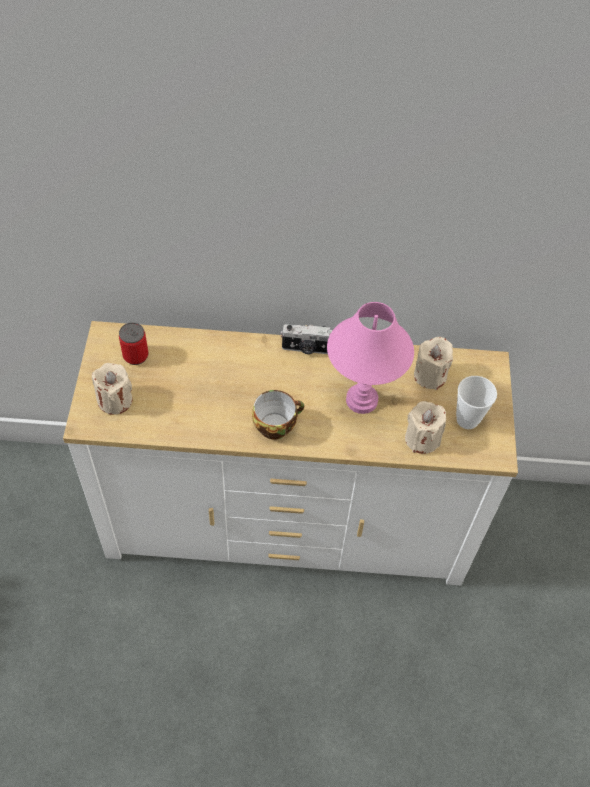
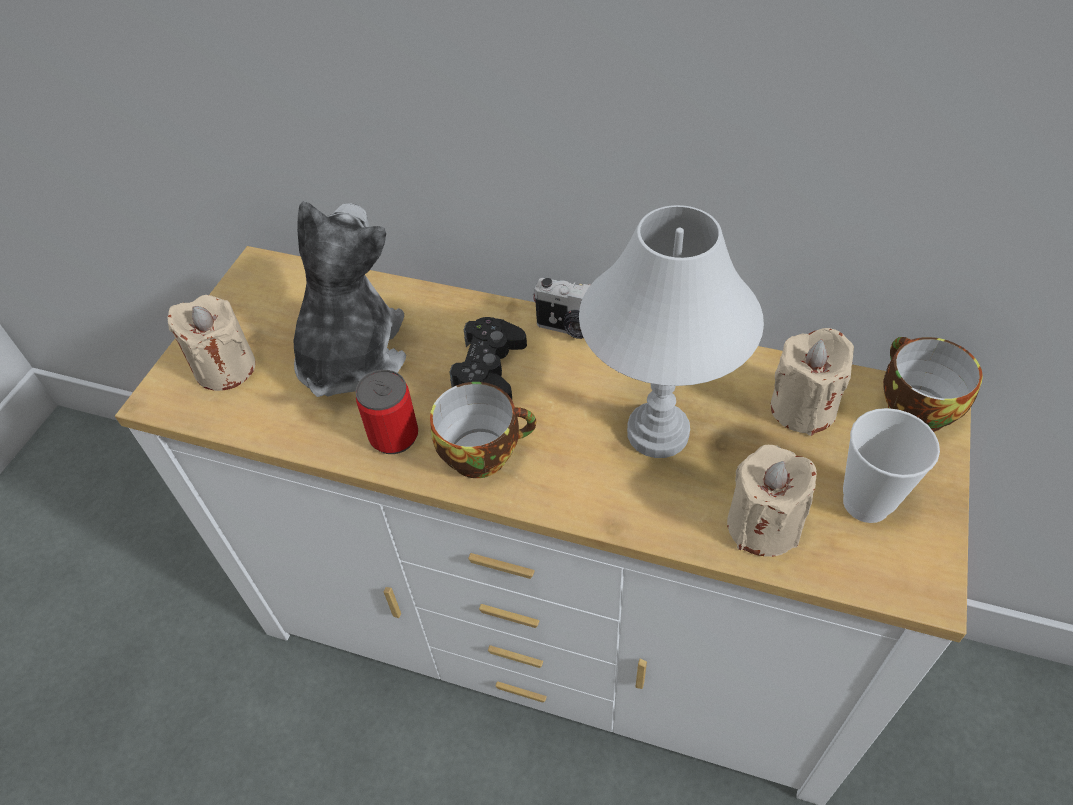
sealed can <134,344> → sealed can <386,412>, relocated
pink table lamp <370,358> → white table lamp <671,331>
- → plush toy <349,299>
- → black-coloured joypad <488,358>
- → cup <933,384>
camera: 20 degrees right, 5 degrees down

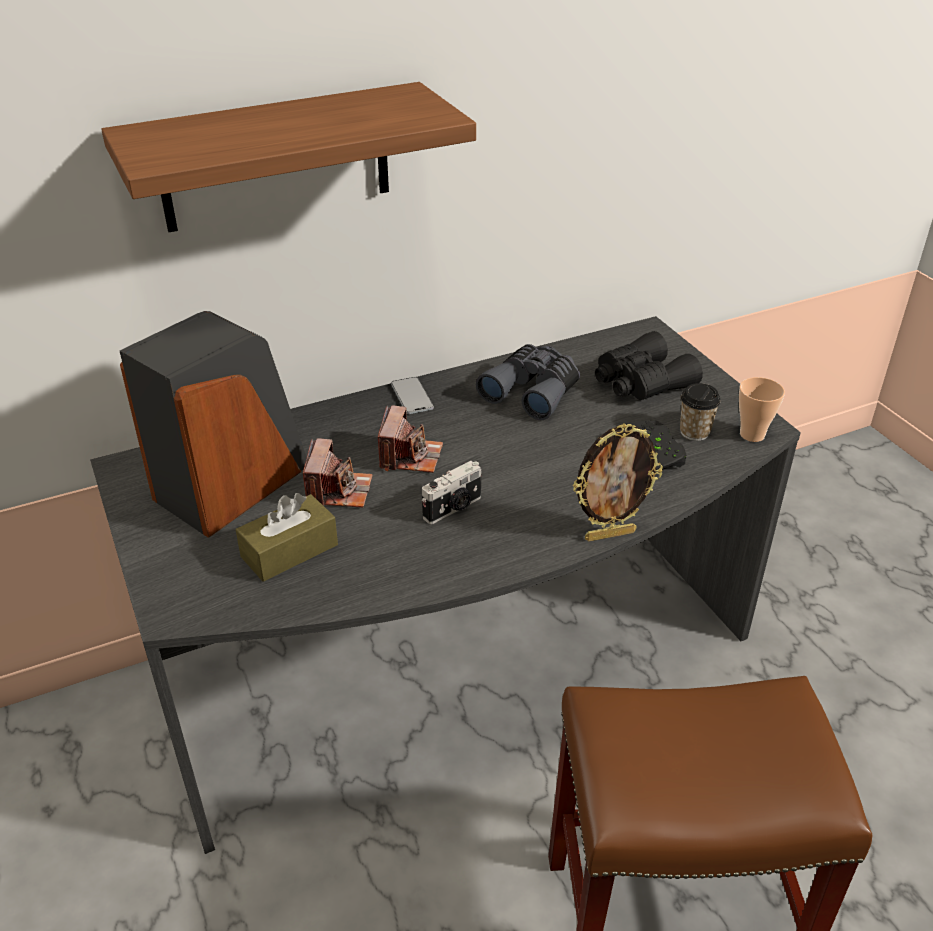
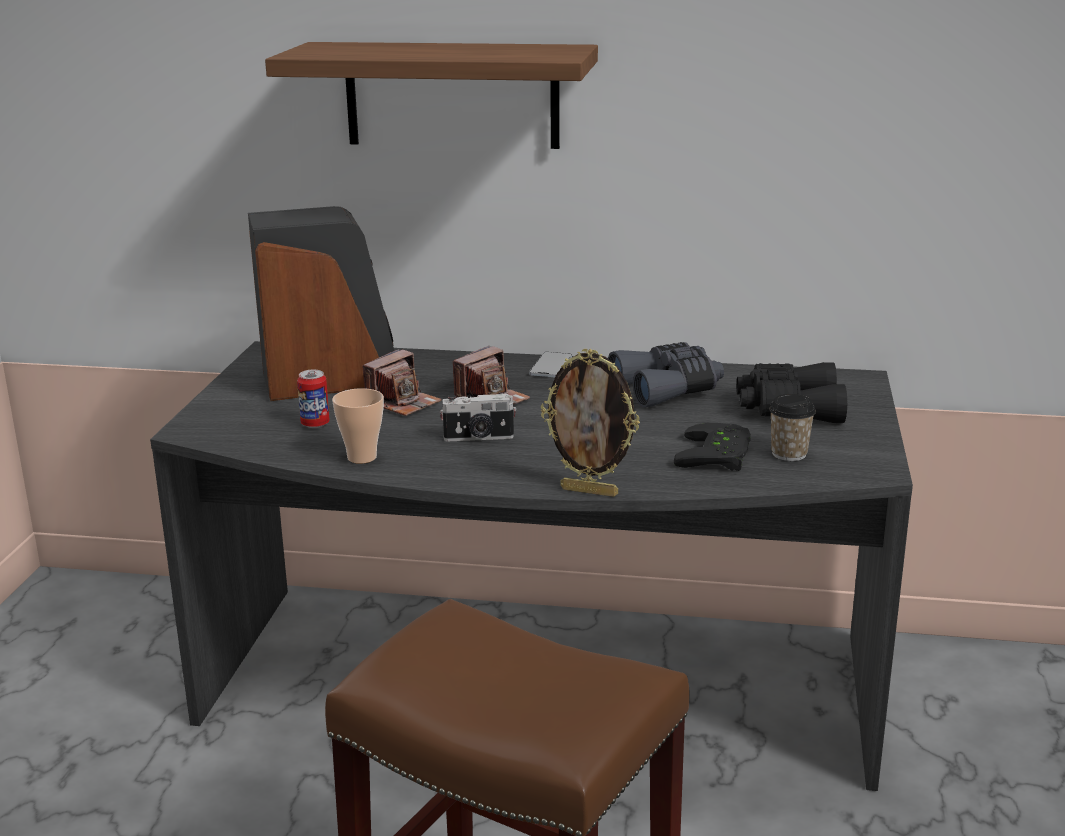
brownish tissue holder <287,537> → sealed can <313,399>
cup <762,409> → cup <358,426>, relocated
camera: 35 degrees right, 15 degrees down

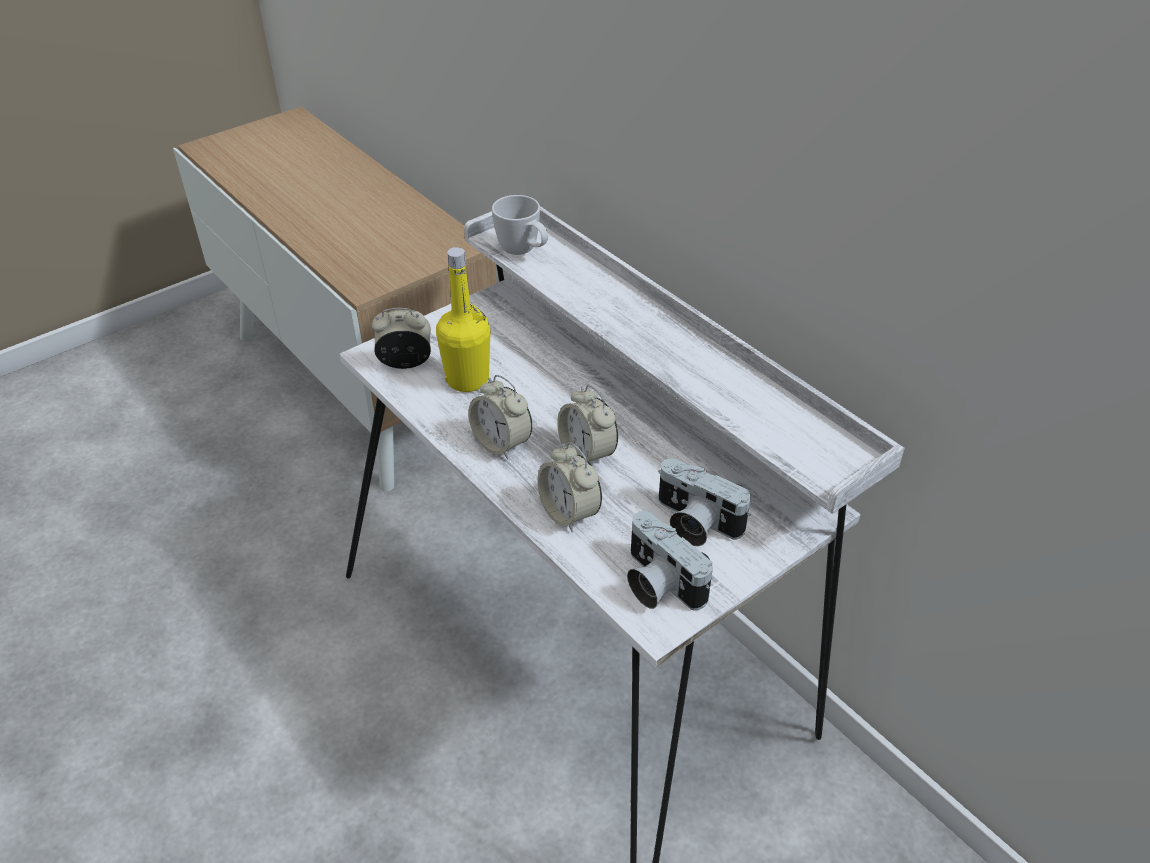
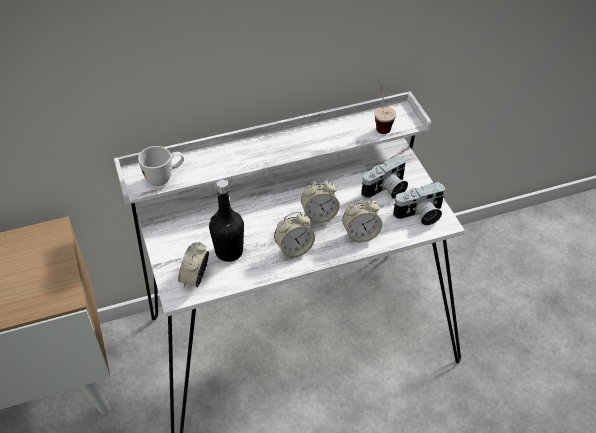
yellowish bottle <463,319> → black-coloured bottle <226,221>
- → cup <385,109>
camera: 70 degrees left, 5 degrees up

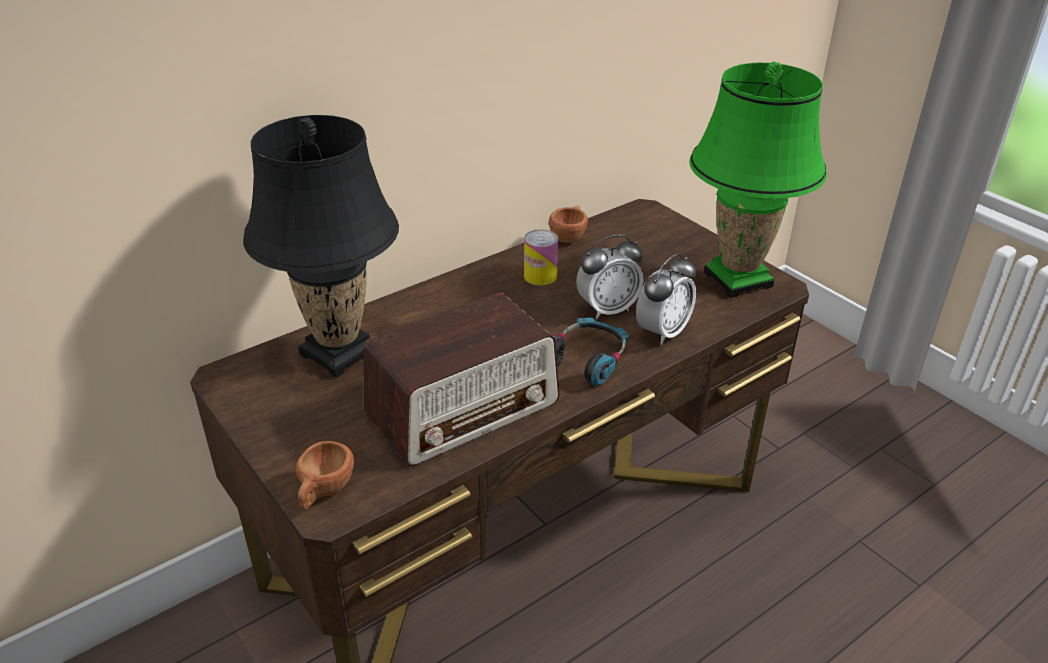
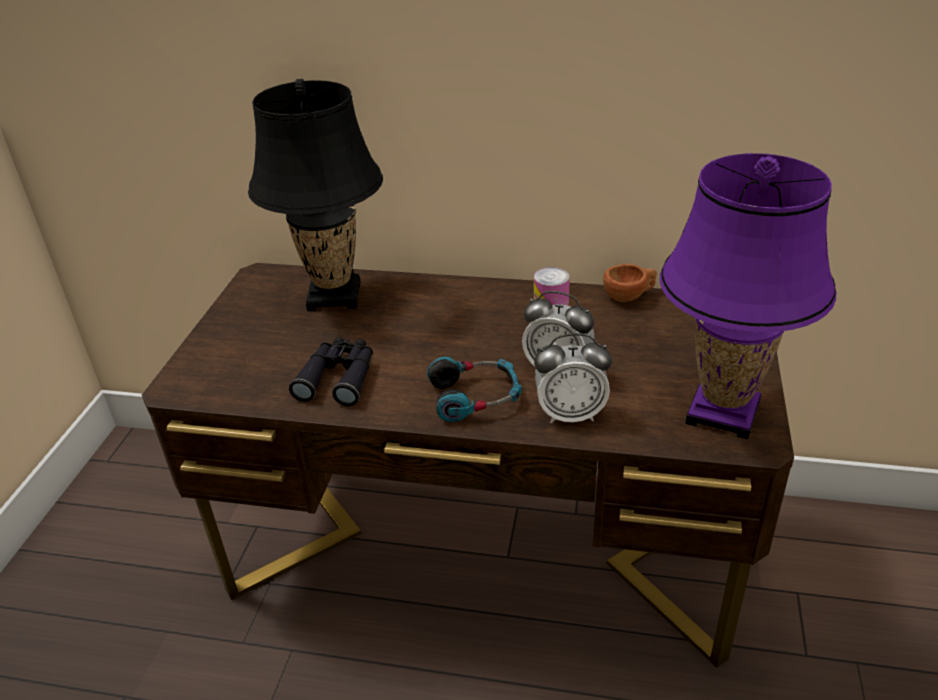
brownish cup <325,475> → -
radio receiver <461,379> → black-coloured binoculars <331,371>
green-coloured table lamp <758,180> → purple-coloured table lamp <748,296>
camera: 50 degrees right, 0 degrees up

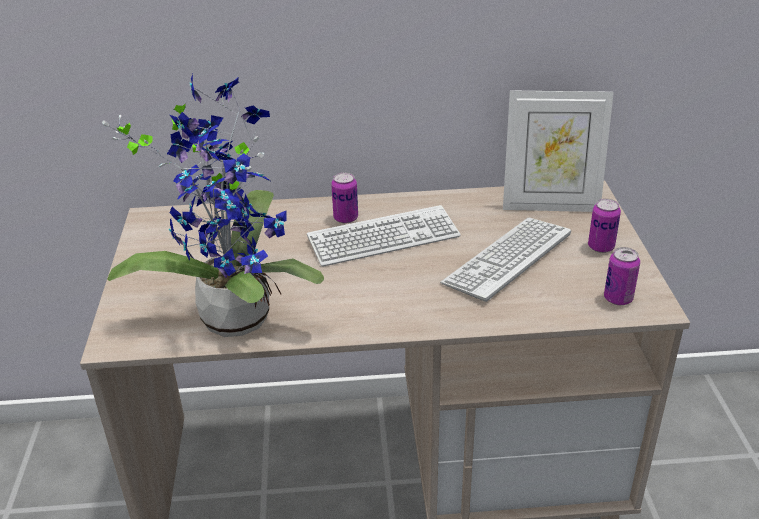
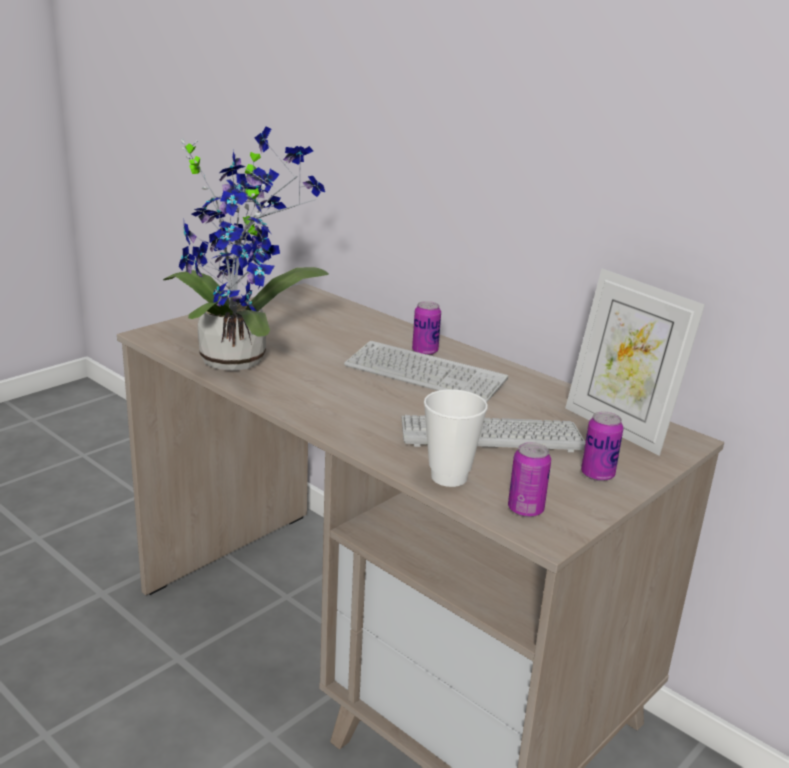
- → cup <456,438>
camera: 45 degrees right, 10 degrees down

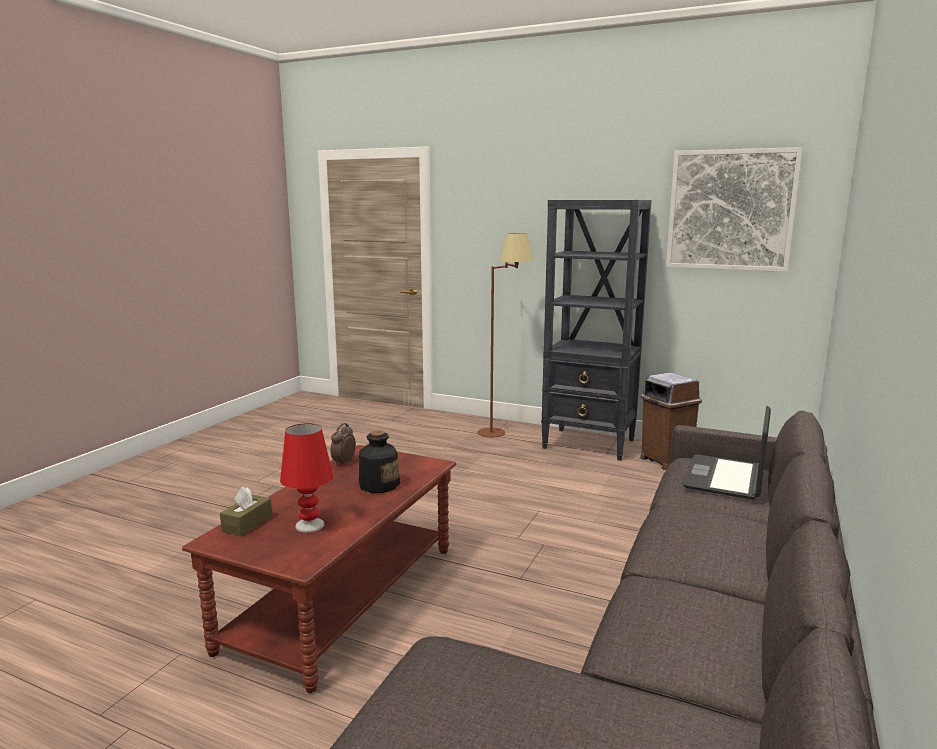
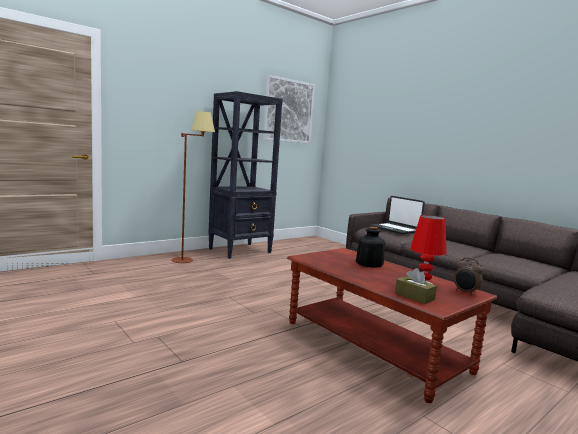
bedside clock <343,444> → bedside clock <468,276>, relocated
brownish waste bin <671,421> → -
camera: 65 degrees left, 5 degrees down

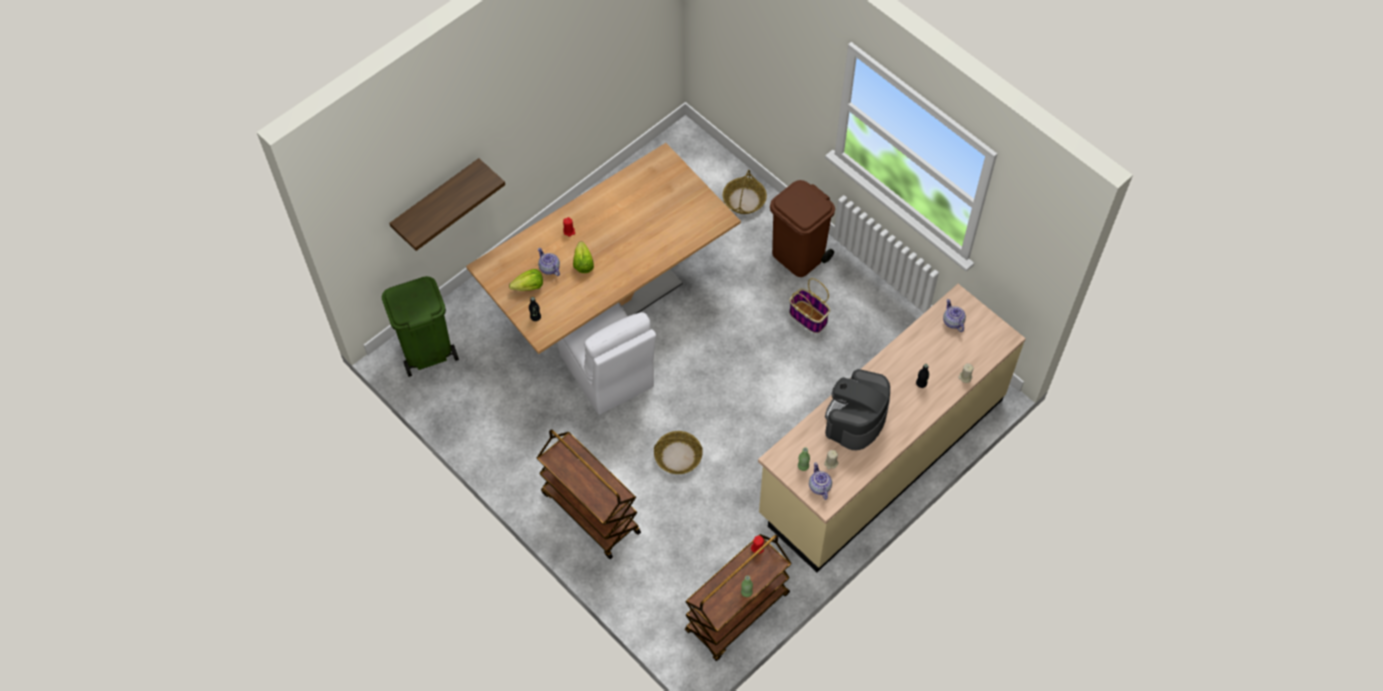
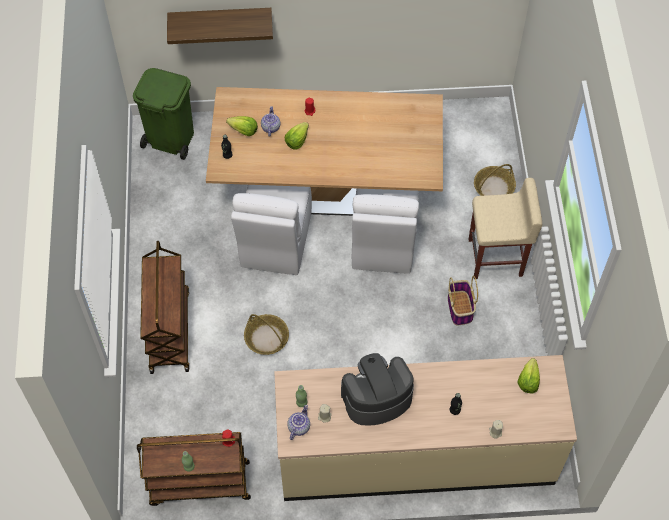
brownish waste bin <802,228> → beige-coloured stool <505,228>
pot for tea <954,315> → lettuce <528,376>
- → white plain chair <385,231>
camera: 40 degrees right, 0 degrees up

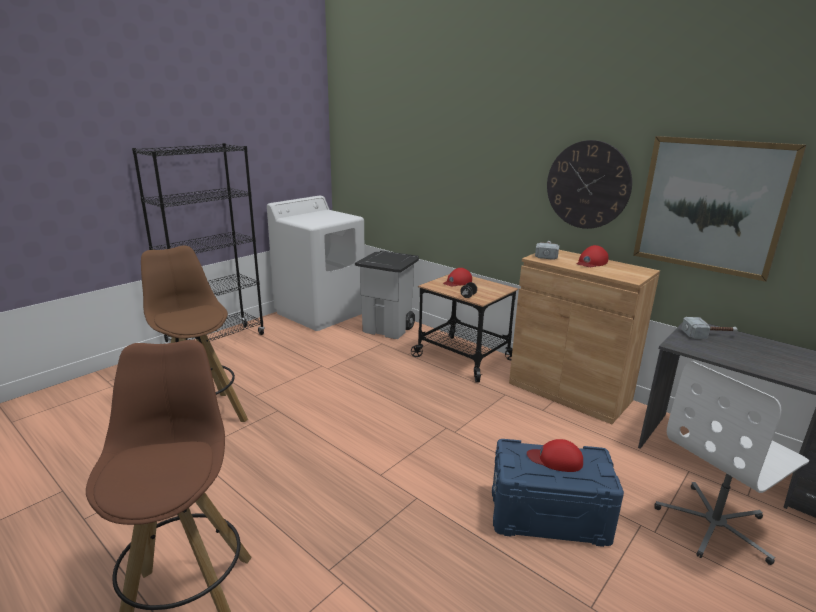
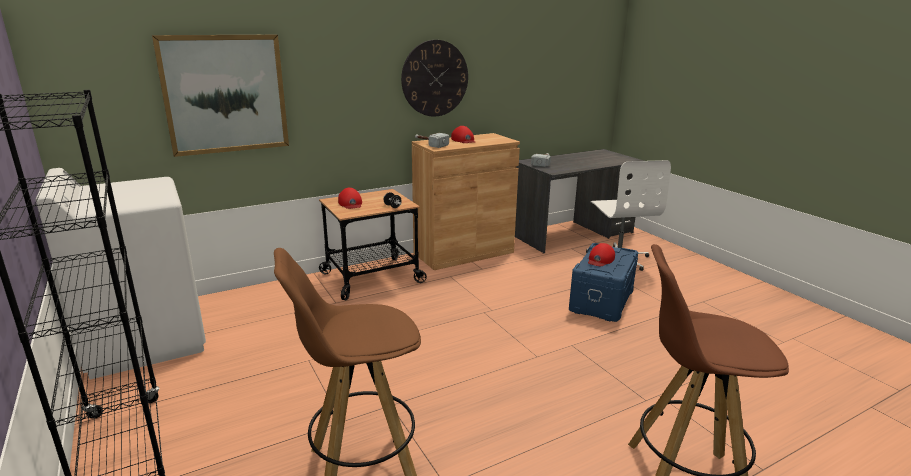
greyish waste bin <387,295> → -
picture <720,209> → picture <220,96>, relocated
camera: 70 degrees left, 0 degrees up

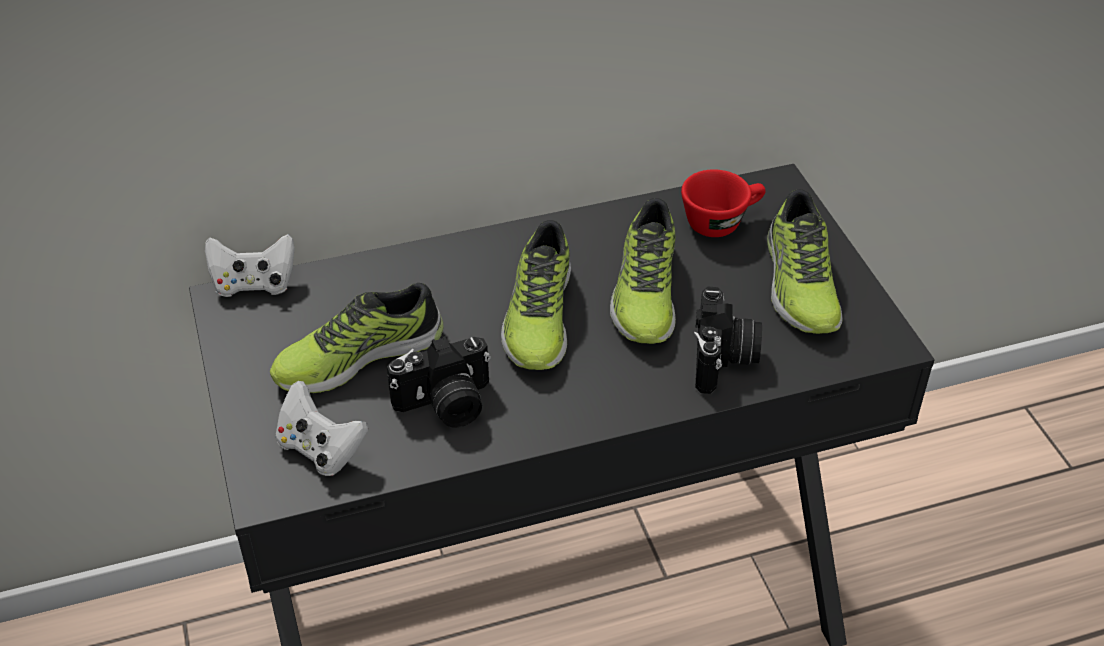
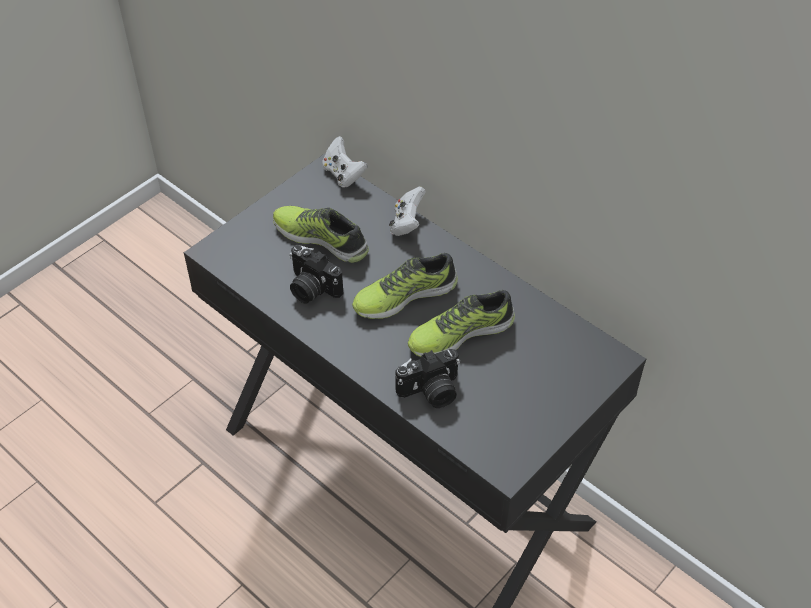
white joypad <322,428> → white joypad <407,211>, relocated
reddish cup <723,203> → -
shoe <805,261> → -
camera: 60 degrees right, 5 degrees up

